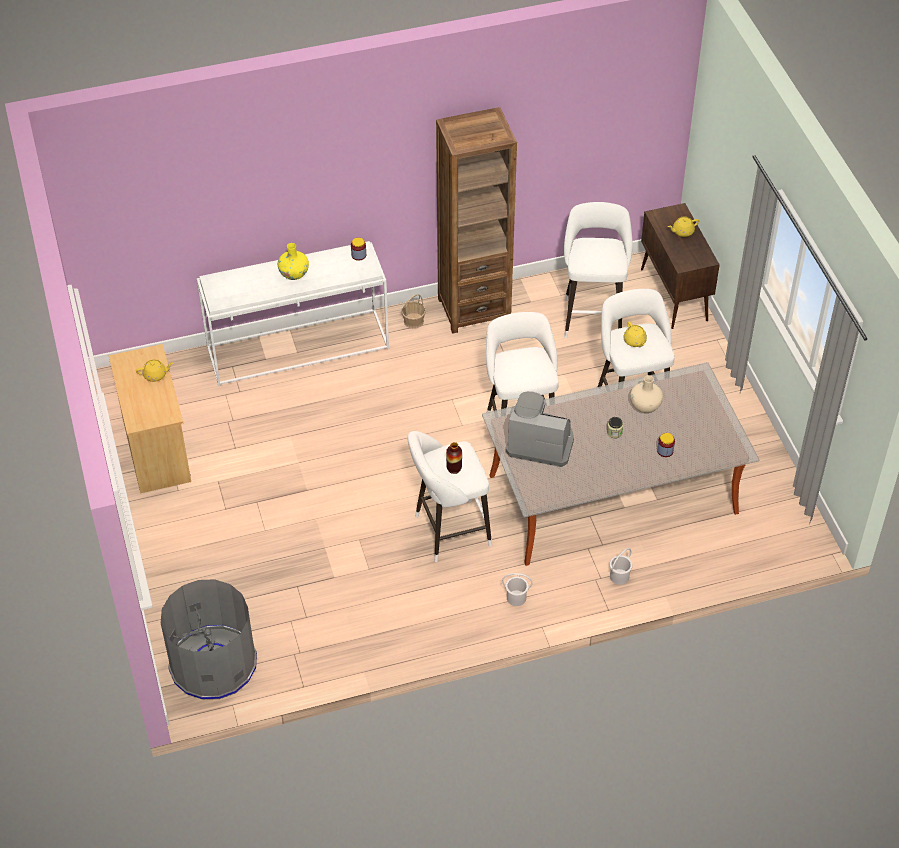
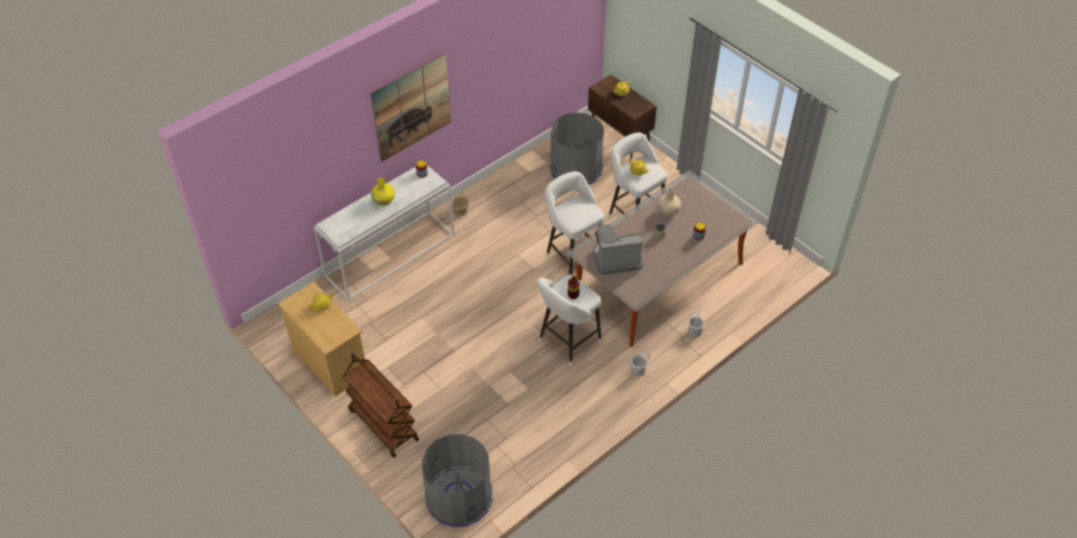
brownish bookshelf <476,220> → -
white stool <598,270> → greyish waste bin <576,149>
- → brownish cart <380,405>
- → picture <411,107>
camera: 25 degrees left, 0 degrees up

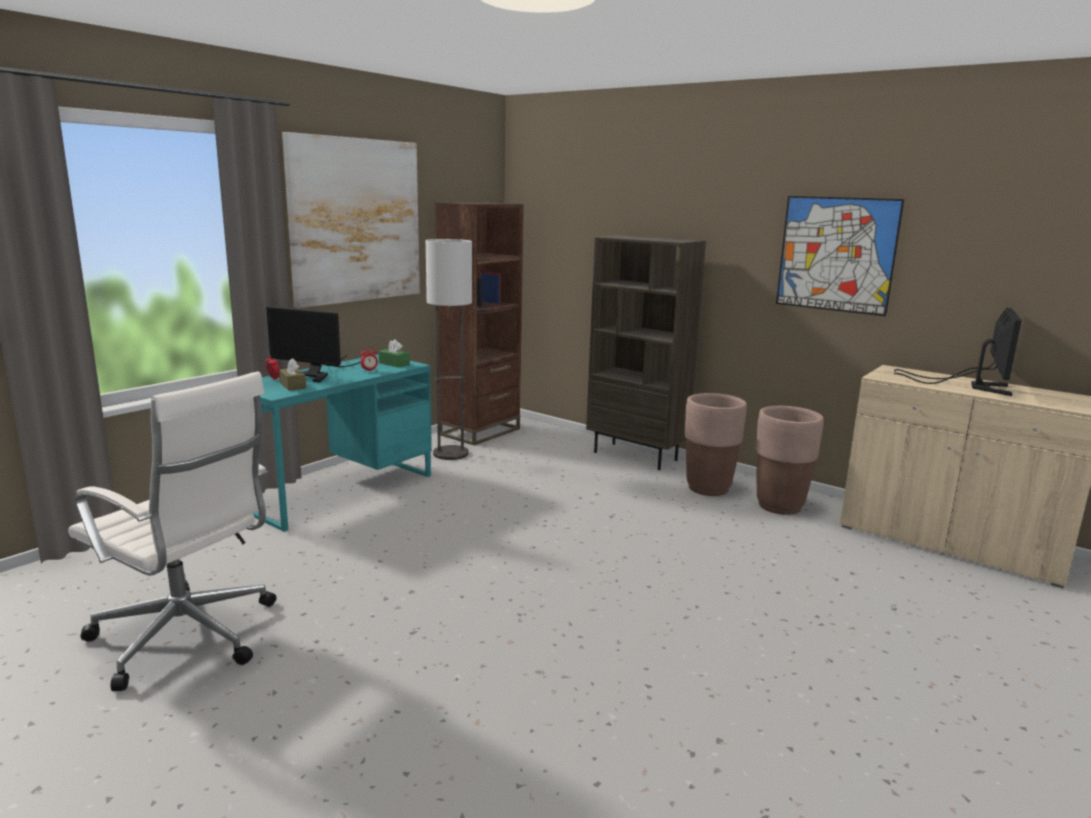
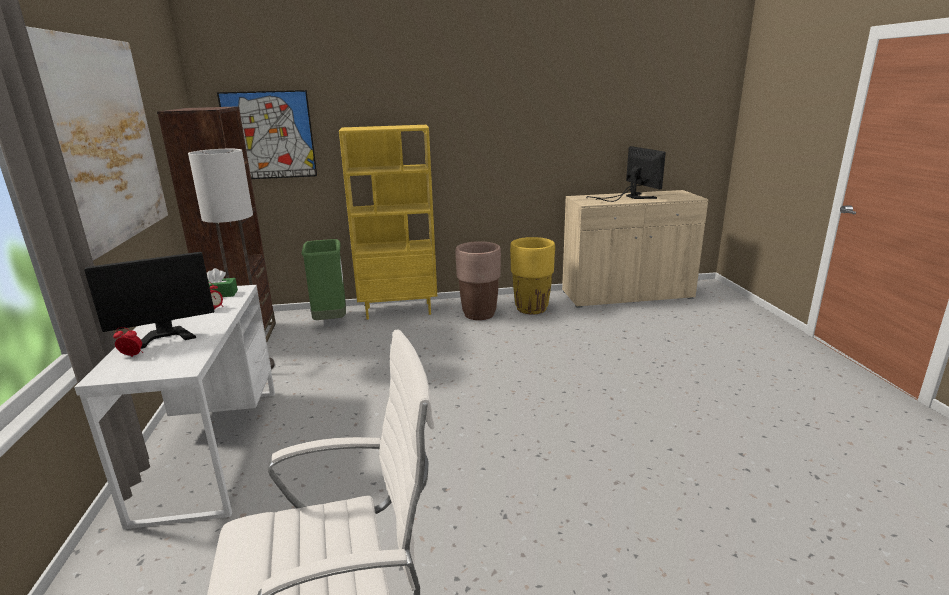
blue-green desk <342,443> → white desk <174,407>
brownish tissue holder <292,374> → -
brownish bookshelf <646,352> → yellowish bookshelf <388,222>
brownish plant pot <790,460> → yellowish plant pot <532,276>
picture <840,256> → picture <267,134>, relocated
- → green-coloured waste bin <323,279>
camera: 45 degrees left, 5 degrees up

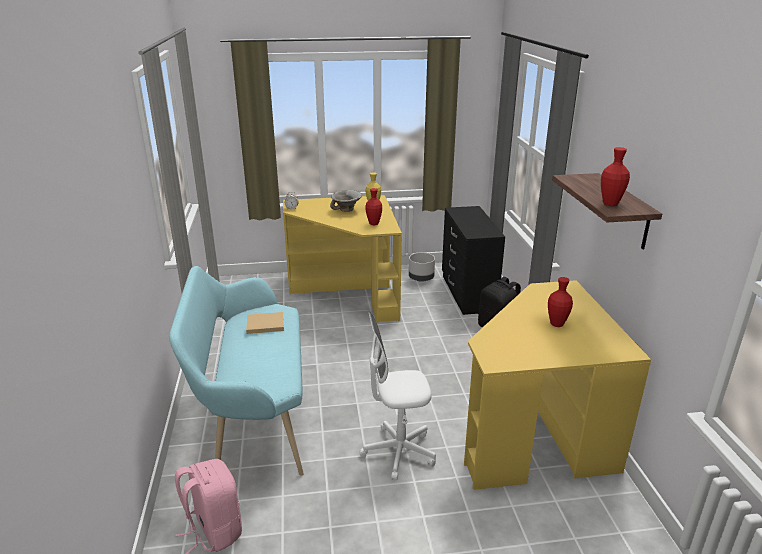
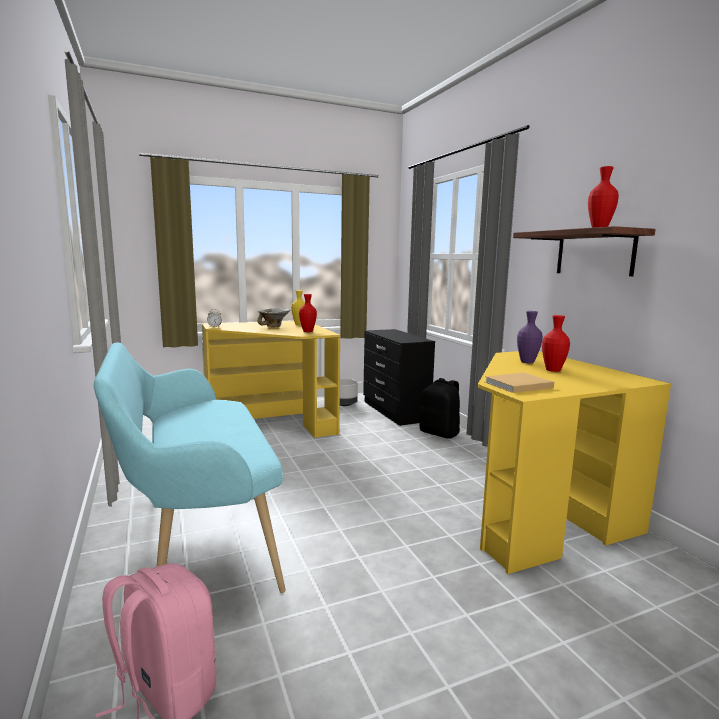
beige-coloured bound book <265,323> → beige-coloured bound book <519,383>, relocated
white office chair <398,396> → -
- → purple-coloured decorative vase <530,337>
camera: 15 degrees left, 15 degrees down

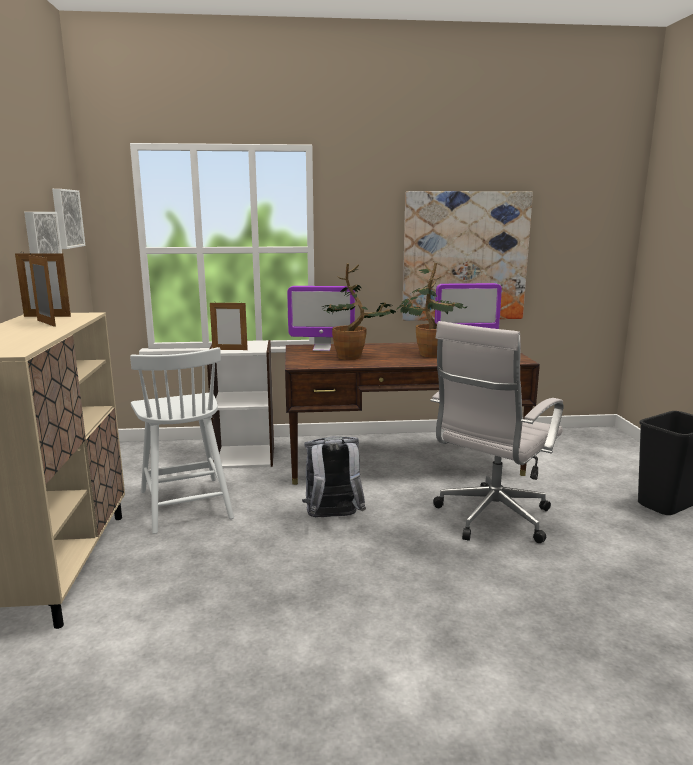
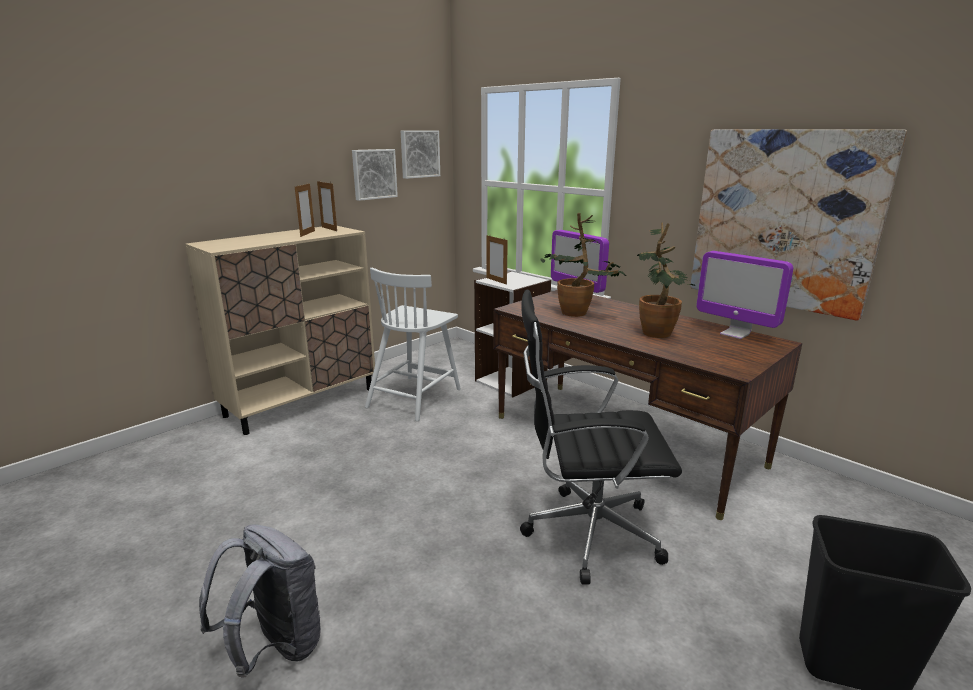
greyish rucksack <334,476> → greyish rucksack <260,600>, relocated
white office chair <497,432> → black-coloured office chair <601,437>
camera: 50 degrees right, 5 degrees up

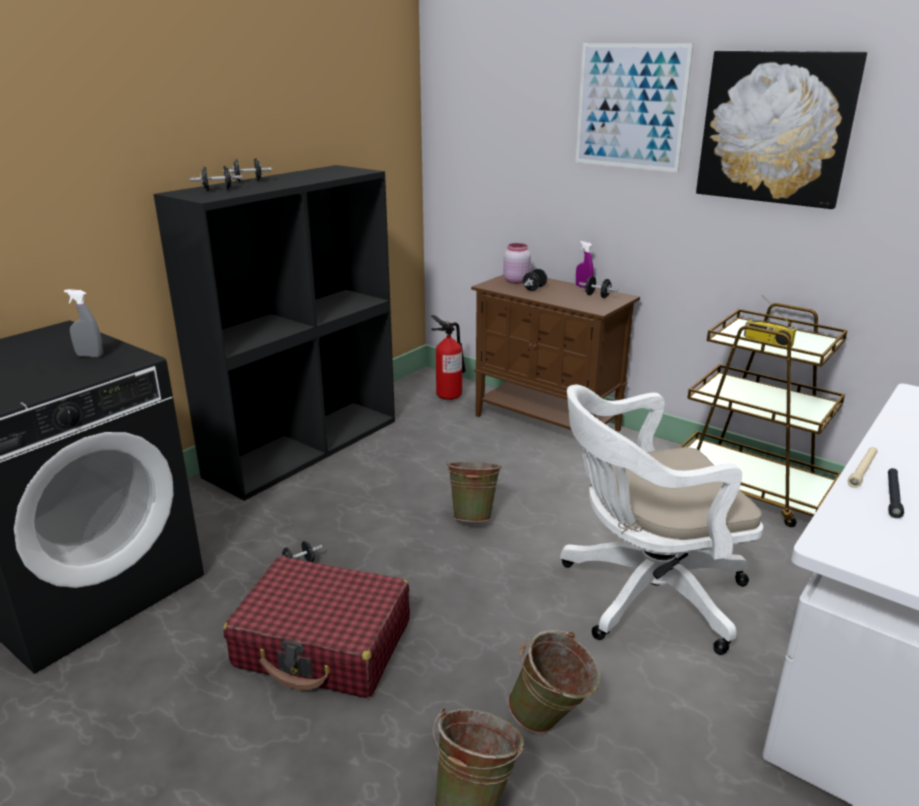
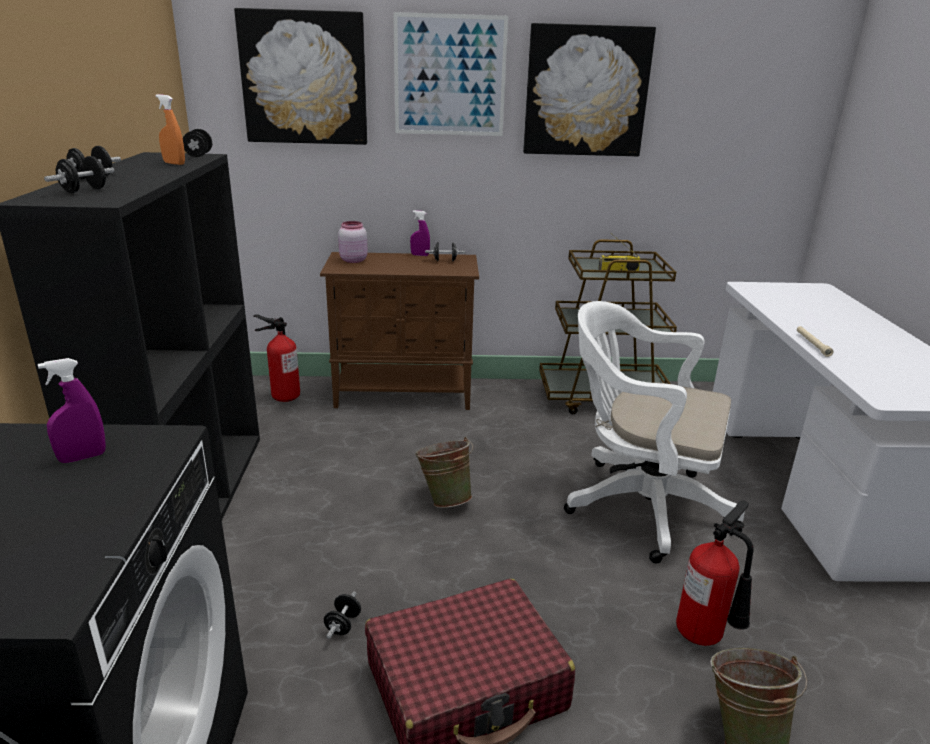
greyish hand sprayer <83,323> → purple-coloured hand sprayer <72,410>
green-coloured water bucket <554,682> → extinguisher <715,573>
black-coloured hand weight <535,280> → black-coloured hand weight <197,143>, relocated
white office chair <661,519> → white office chair <654,432>, 75 degrees clockwise
black-coloured torch <896,493> → -
- → orange-coloured hand sprayer <170,129>
- → picture <300,76>
camera: 40 degrees left, 0 degrees up

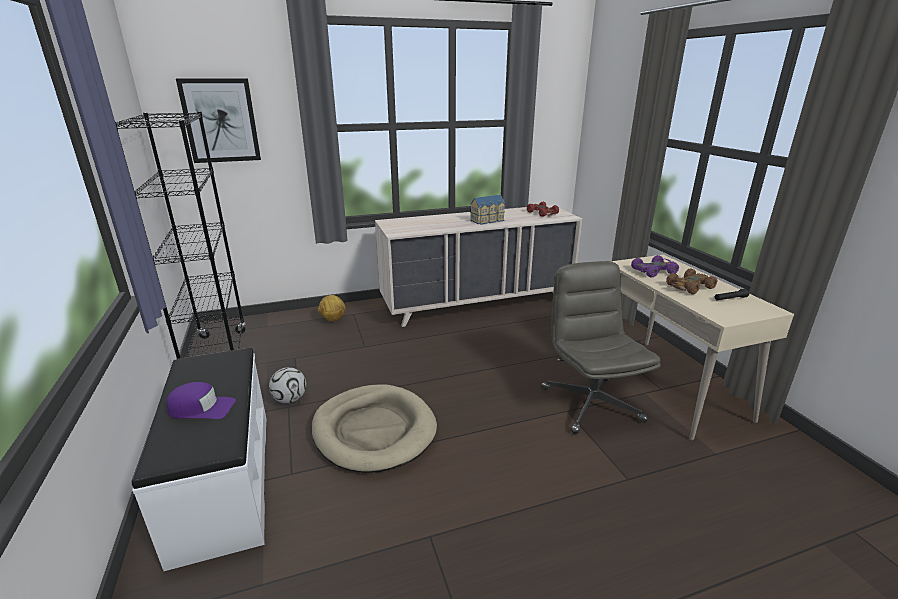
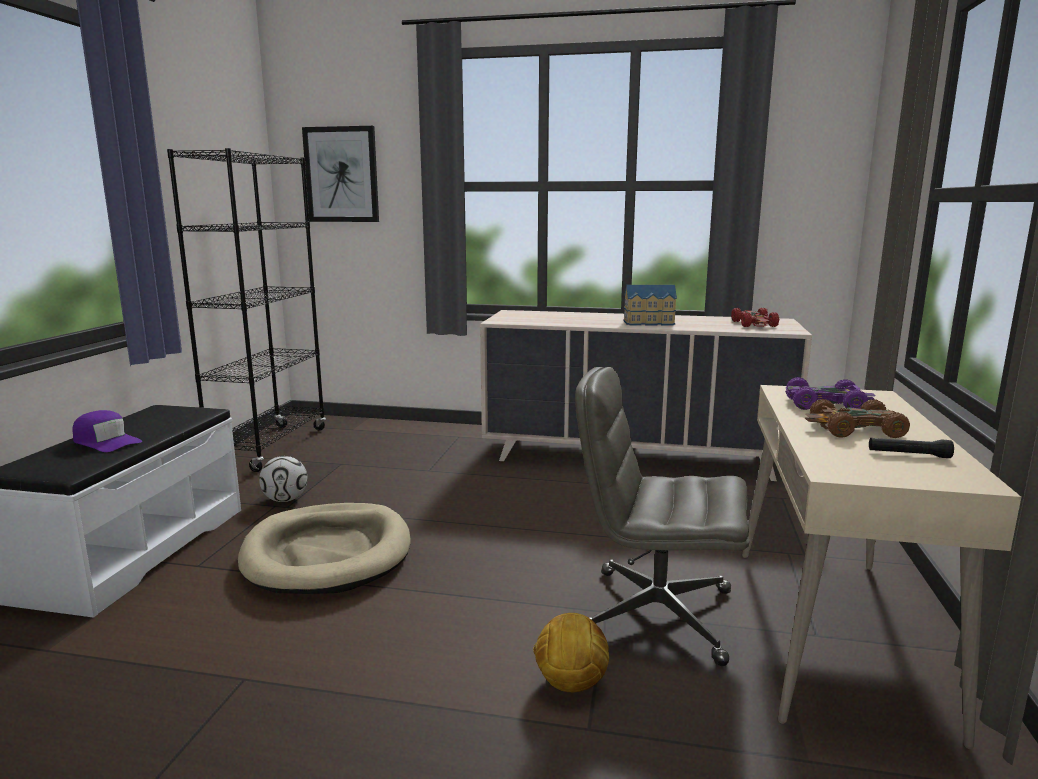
ball for football <331,308> → ball for football <571,652>, relocated
greyish office chair <601,347> → greyish office chair <662,516>, 90 degrees counterclockwise
camera: 30 degrees right, 10 degrees down

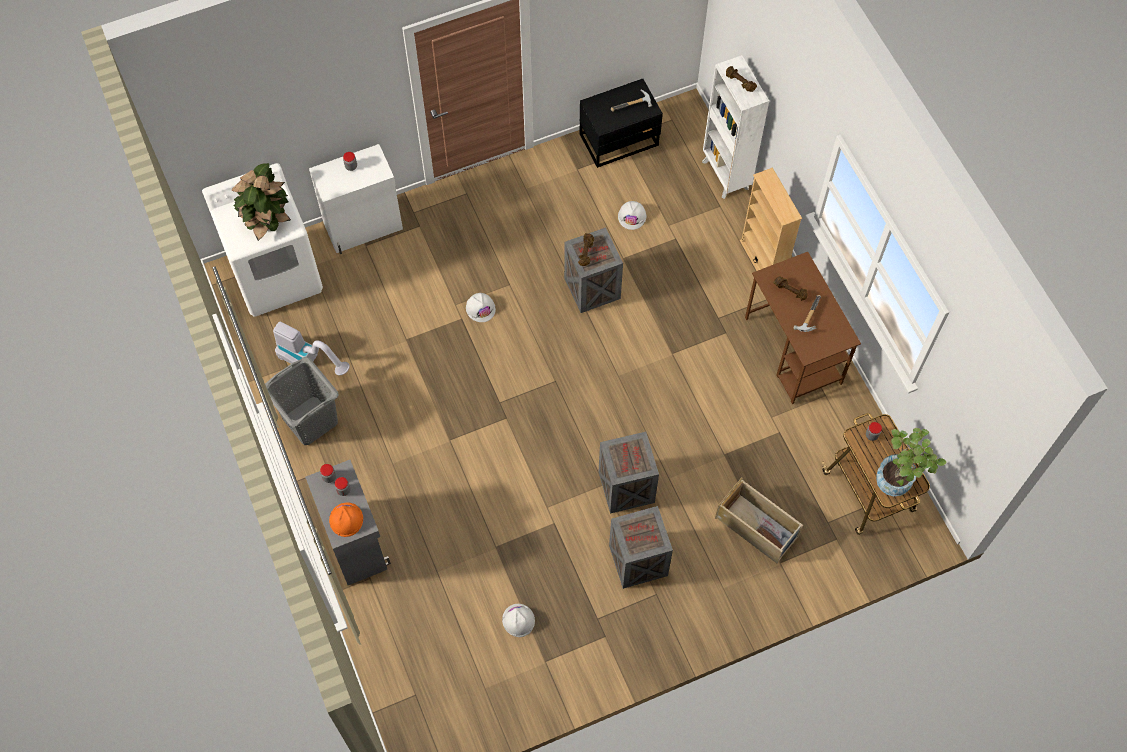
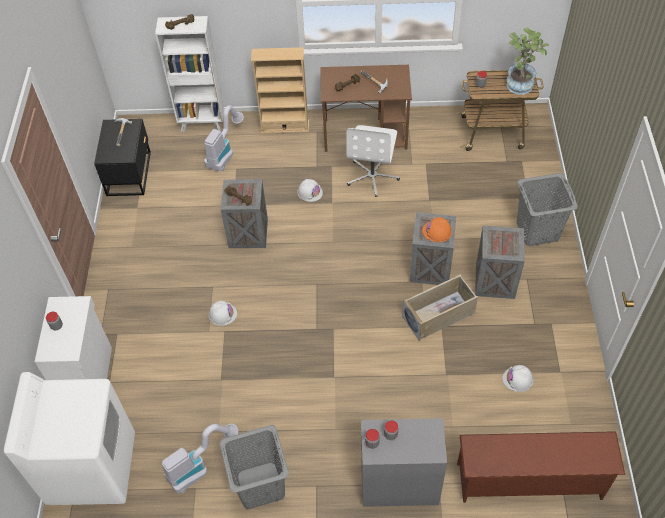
houseplant <261,202> → -
orange-coloured hard hat <346,519> → orange-coloured hard hat <437,229>, relocated
white hard hat <632,215> → white hard hat <310,190>, relocated
beige-coloured storage box <759,520> → beige-coloured storage box <440,307>, relocated
- → hoover <224,138>
- → white office chair <373,161>
- → brownish shoe shelf <541,467>
- → greyish washing basket <547,209>
camera: 65 degrees left, 10 degrees down

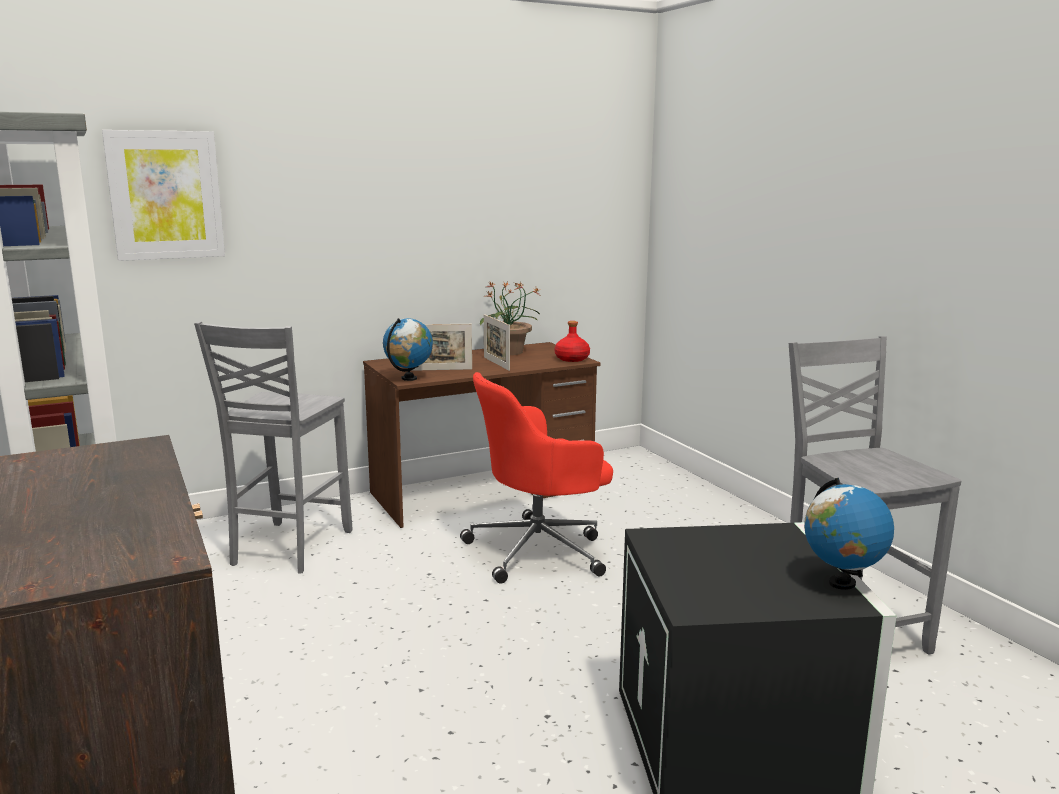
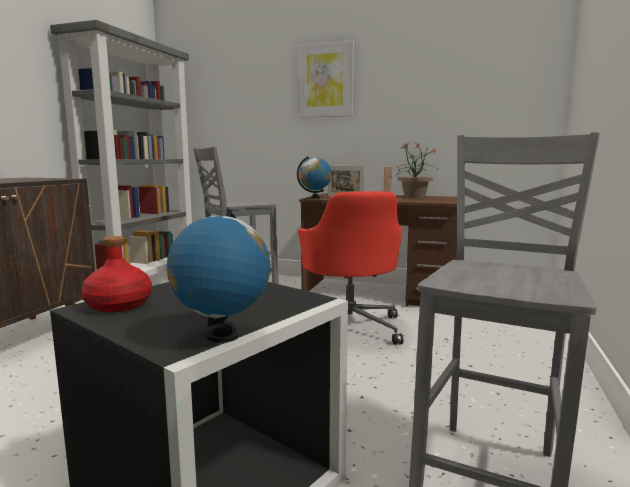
picture <163,195> → picture <325,79>, relocated
reddish office chair <536,478> → reddish office chair <350,268>, 120 degrees counterclockwise
reddish bottle <572,341> → reddish bottle <116,274>, relocated
camera: 45 degrees right, 5 degrees down

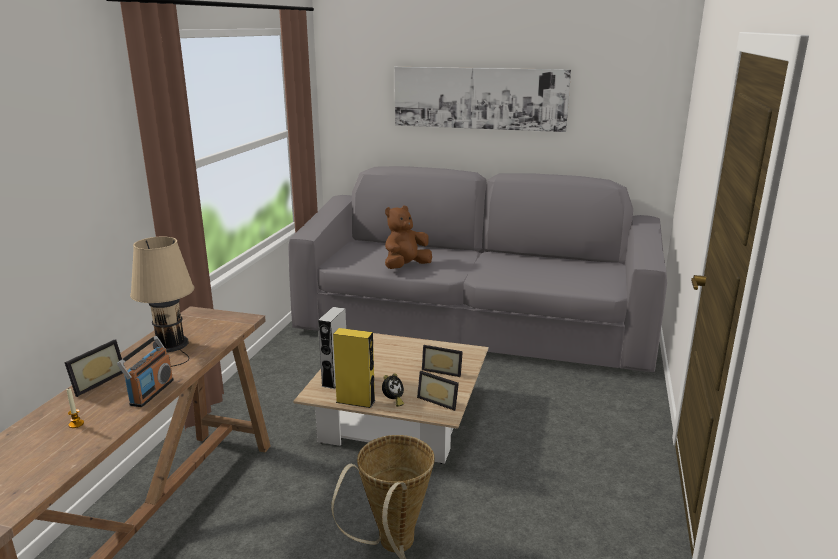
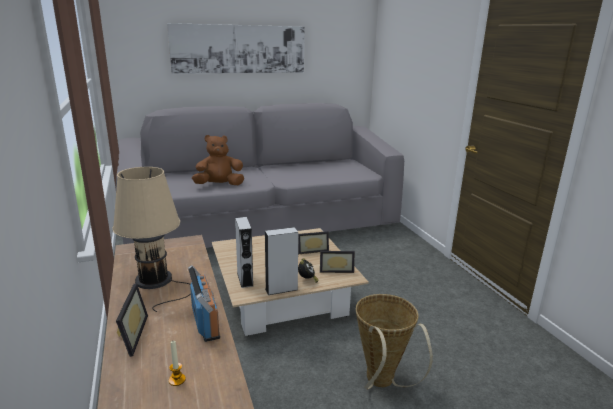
yellowish audio speaker <354,368> → greyish audio speaker <281,261>
brownish plush toy <408,237> → brownish plush toy <218,160>, 60 degrees clockwise
camera: 35 degrees left, 0 degrees up

